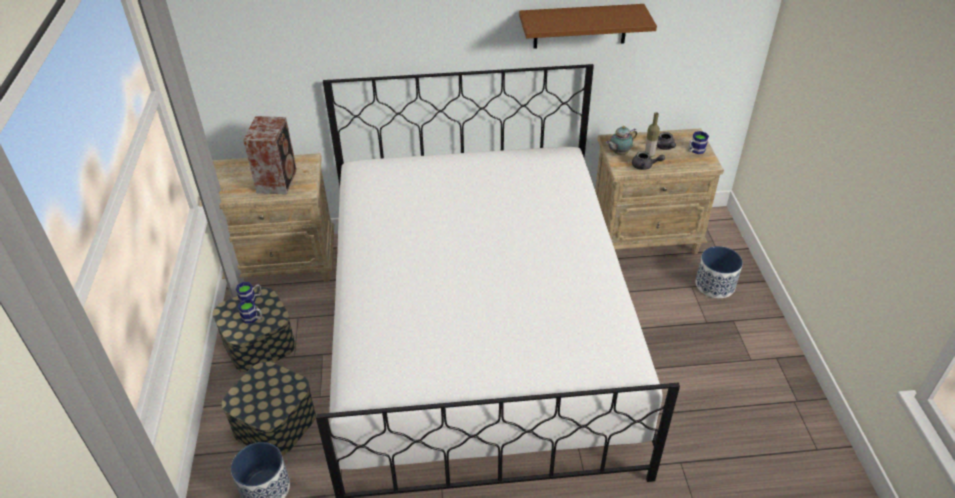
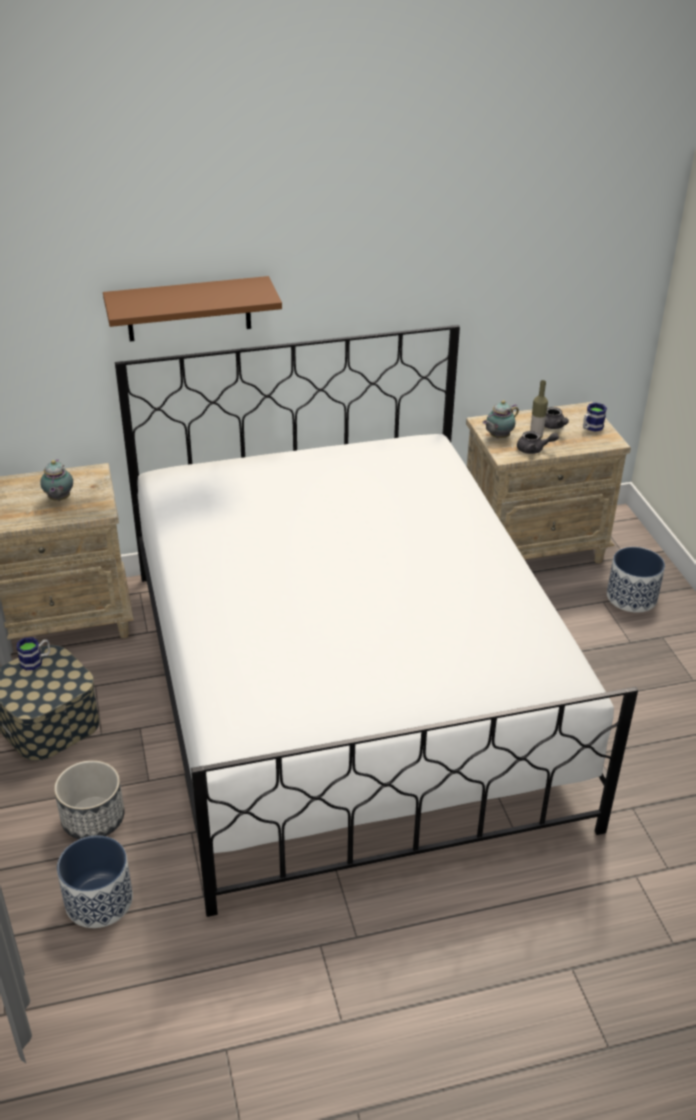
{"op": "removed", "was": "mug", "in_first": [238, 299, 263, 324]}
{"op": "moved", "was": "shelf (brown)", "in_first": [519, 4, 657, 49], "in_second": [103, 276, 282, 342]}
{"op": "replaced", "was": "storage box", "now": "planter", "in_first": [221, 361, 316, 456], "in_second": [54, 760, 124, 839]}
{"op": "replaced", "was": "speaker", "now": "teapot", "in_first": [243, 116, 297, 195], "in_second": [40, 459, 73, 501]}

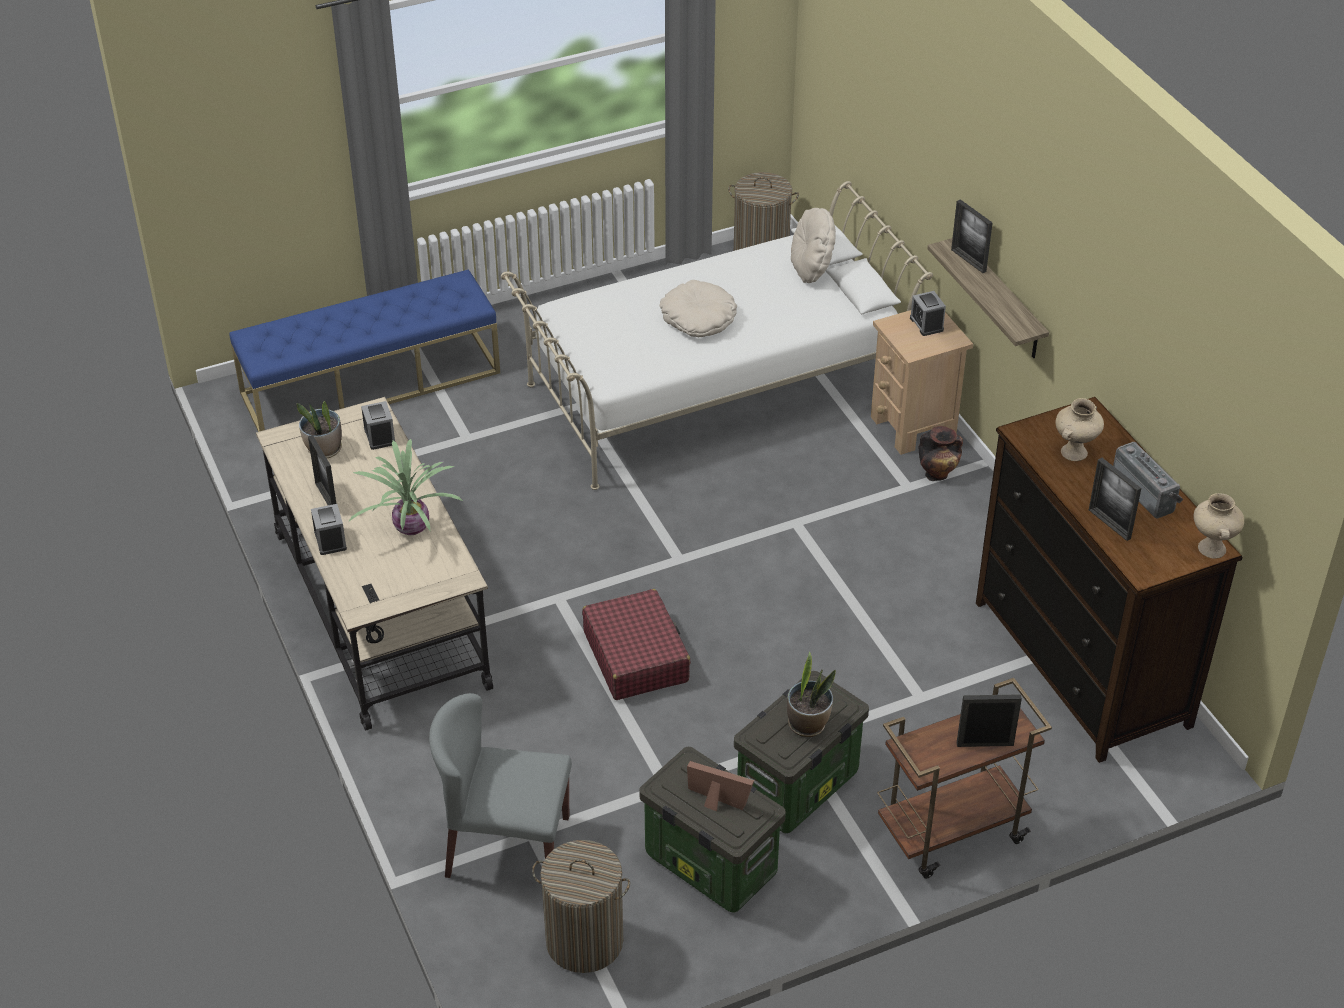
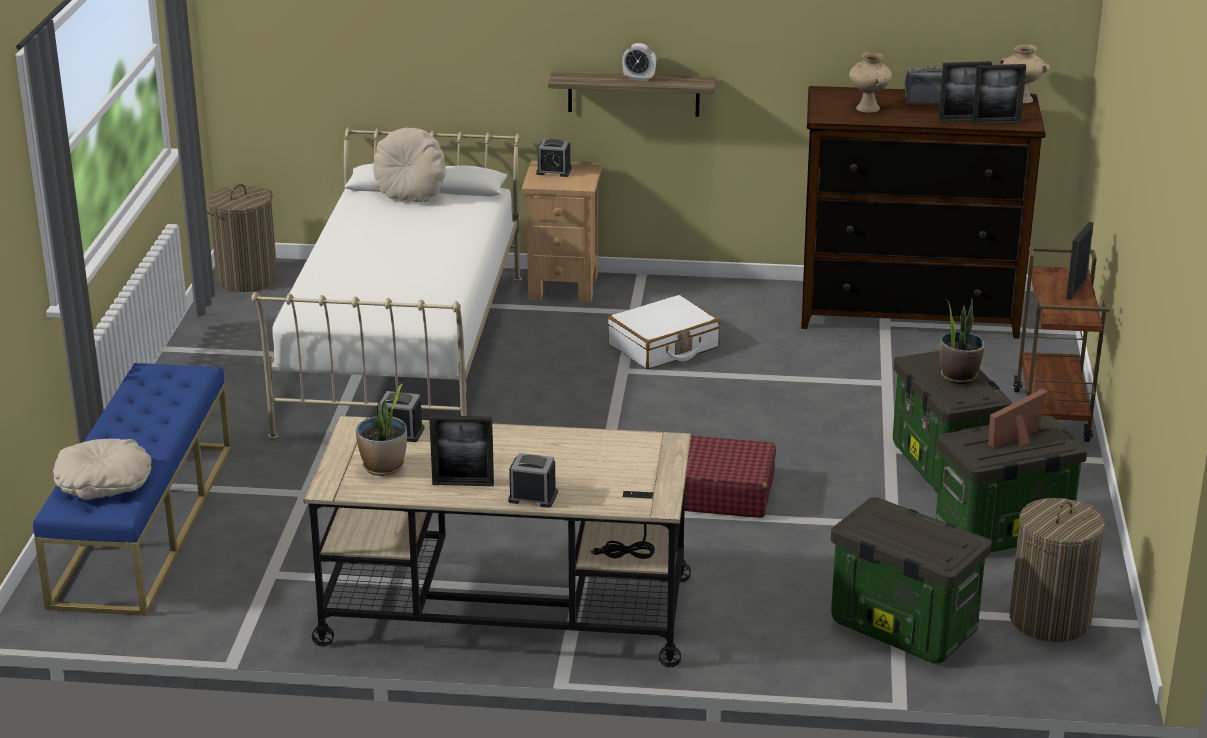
{"op": "removed", "was": "potted plant", "in_first": [348, 439, 463, 535]}
{"op": "removed", "was": "vase", "in_first": [919, 426, 963, 481]}
{"op": "added", "now": "suitcase (white)", "in_second": [608, 295, 720, 369]}
{"op": "added", "now": "alarm clock", "in_second": [622, 43, 656, 81]}
{"op": "moved", "was": "pillow (beige)", "in_first": [660, 280, 737, 337], "in_second": [53, 439, 152, 500]}
{"op": "moved", "was": "picture frame", "in_first": [951, 199, 993, 273], "in_second": [972, 64, 1026, 125]}
{"op": "replaced", "was": "chair (grey)", "now": "storage box", "in_first": [429, 693, 572, 878], "in_second": [831, 497, 992, 664]}

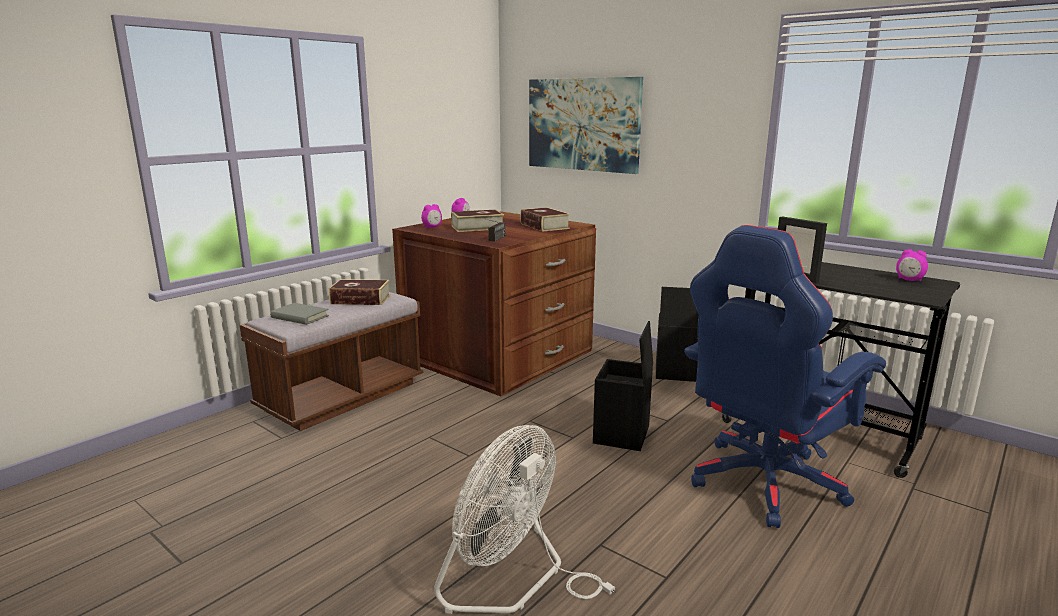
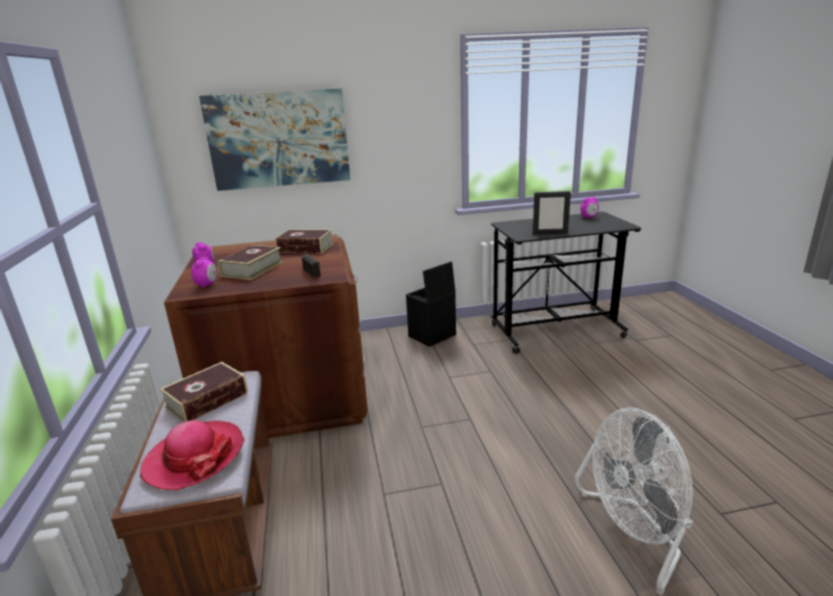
{"op": "removed", "was": "storage box (black)", "in_first": [593, 321, 653, 451]}
{"op": "removed", "was": "office chair (blue)", "in_first": [684, 225, 886, 528]}
{"op": "replaced", "was": "book (grey)", "now": "hat", "in_first": [270, 303, 329, 325], "in_second": [140, 420, 245, 490]}

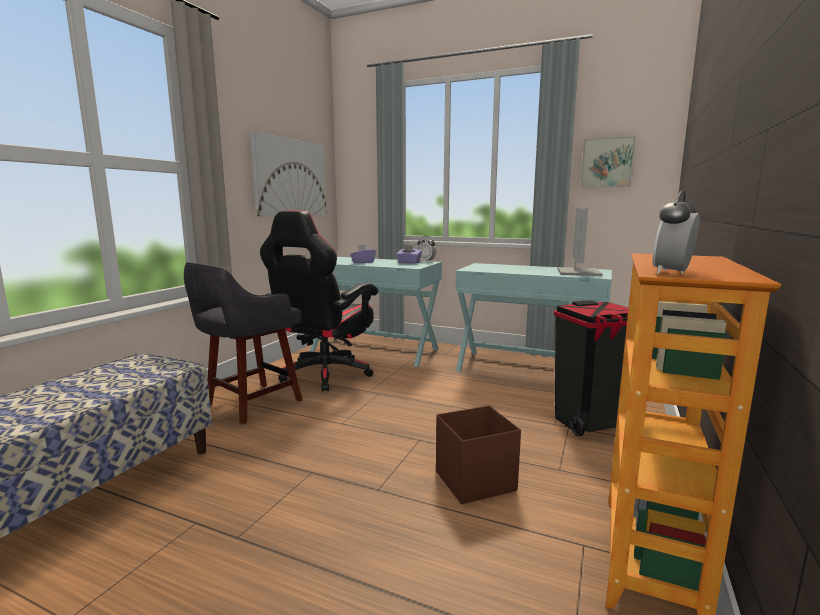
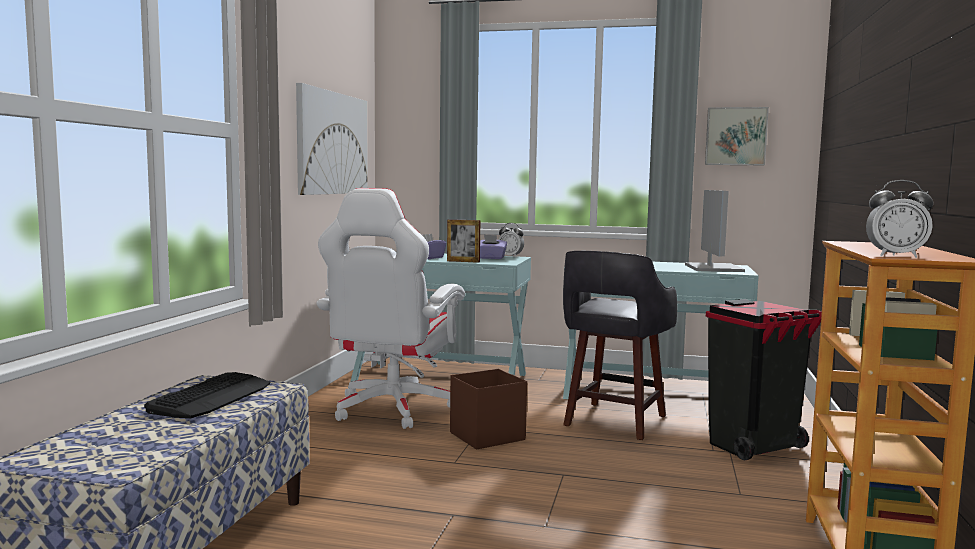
{"op": "added", "now": "keyboard", "in_second": [144, 372, 270, 418]}
{"op": "added", "now": "picture frame", "in_second": [447, 219, 480, 263]}
{"op": "moved", "was": "stool (grey)", "in_first": [184, 262, 303, 425], "in_second": [563, 251, 677, 440]}
{"op": "moved", "was": "storage box (brown)", "in_first": [436, 406, 521, 504], "in_second": [450, 369, 527, 450]}
{"op": "recoloured", "was": "office chair (black)", "now": "office chair (white)", "in_first": [260, 210, 378, 392], "in_second": [317, 188, 465, 429]}
{"op": "turned", "was": "alarm clock", "in_first": [653, 190, 700, 274], "in_second": [866, 180, 934, 258], "clockwise": -105}

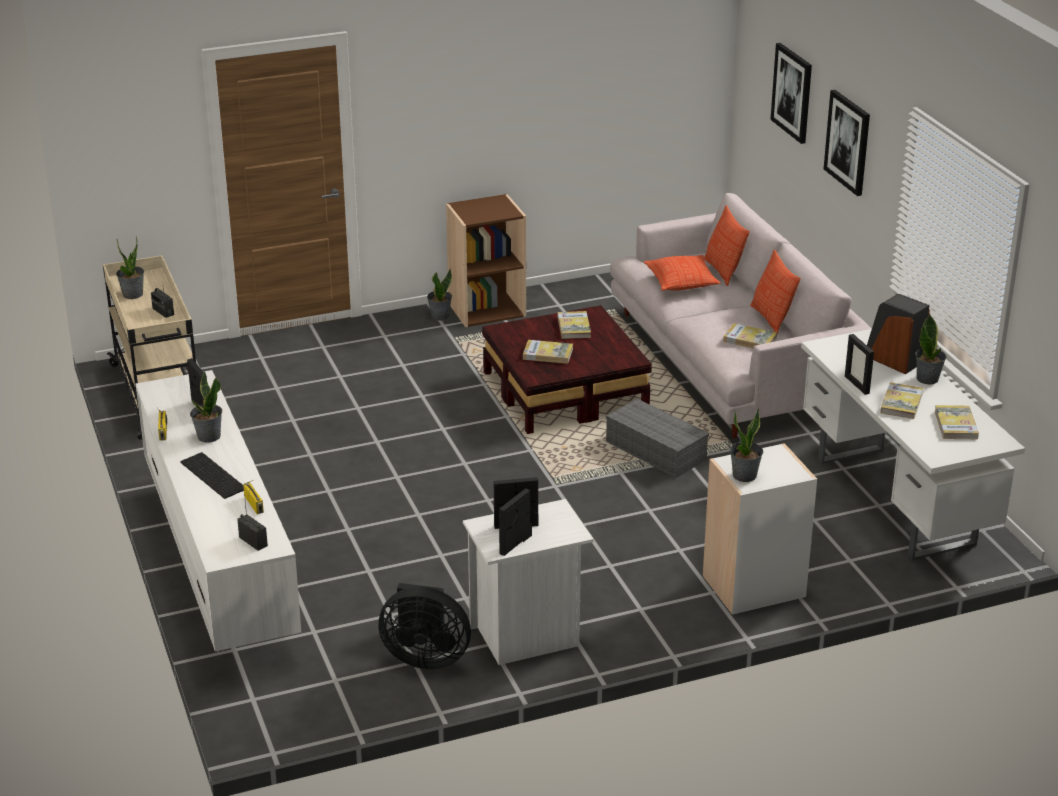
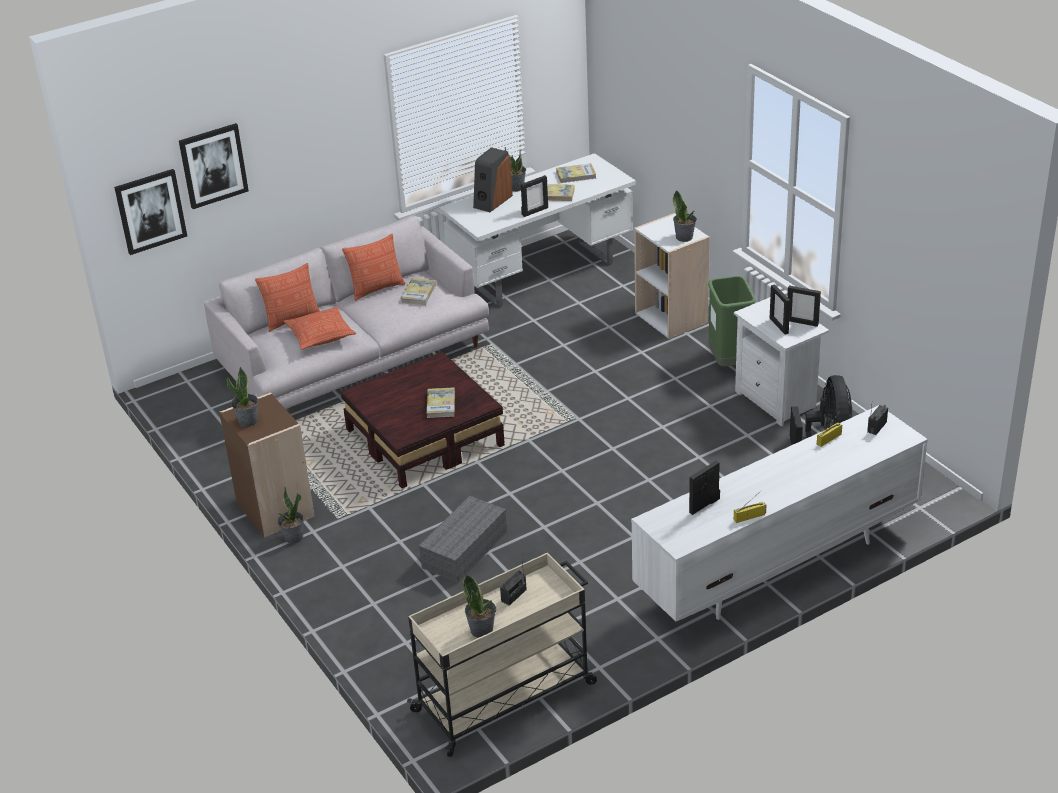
{"op": "removed", "was": "keyboard", "in_first": [180, 452, 244, 499]}
{"op": "removed", "was": "book", "in_first": [558, 311, 591, 339]}
{"op": "added", "now": "trash can (green)", "in_second": [708, 276, 756, 367]}
{"op": "moved", "was": "potted plant", "in_first": [190, 371, 222, 443], "in_second": [227, 366, 258, 427]}
{"op": "moved", "was": "storage box (grey)", "in_first": [606, 399, 709, 478], "in_second": [419, 496, 507, 583]}
{"op": "moved", "was": "picture", "in_first": [824, 90, 870, 196], "in_second": [114, 169, 187, 255]}

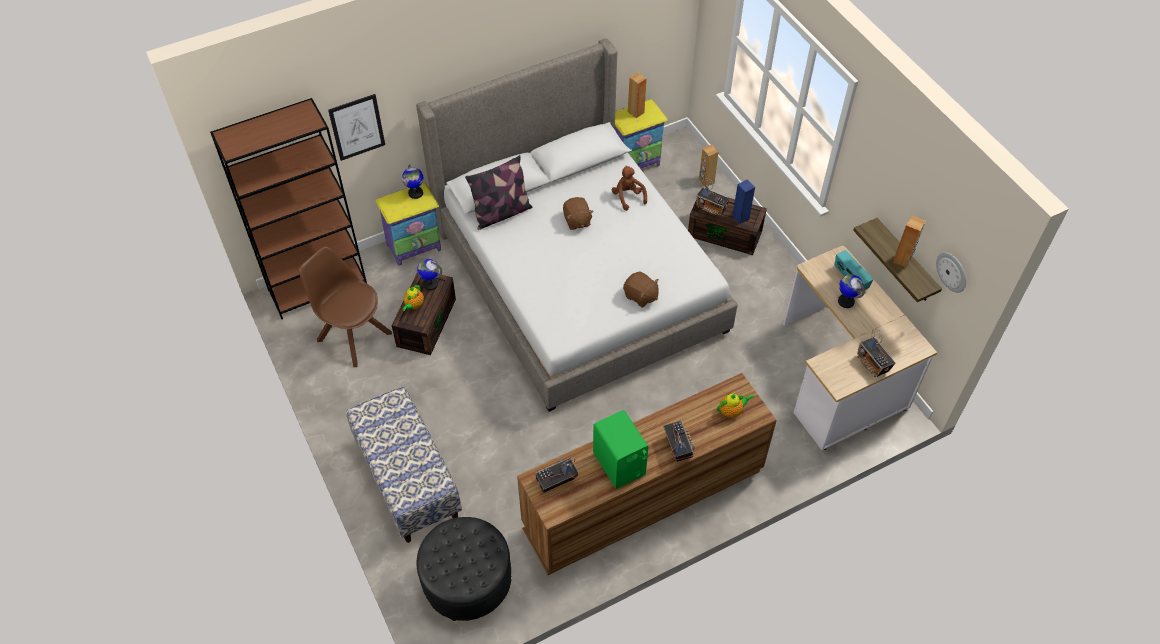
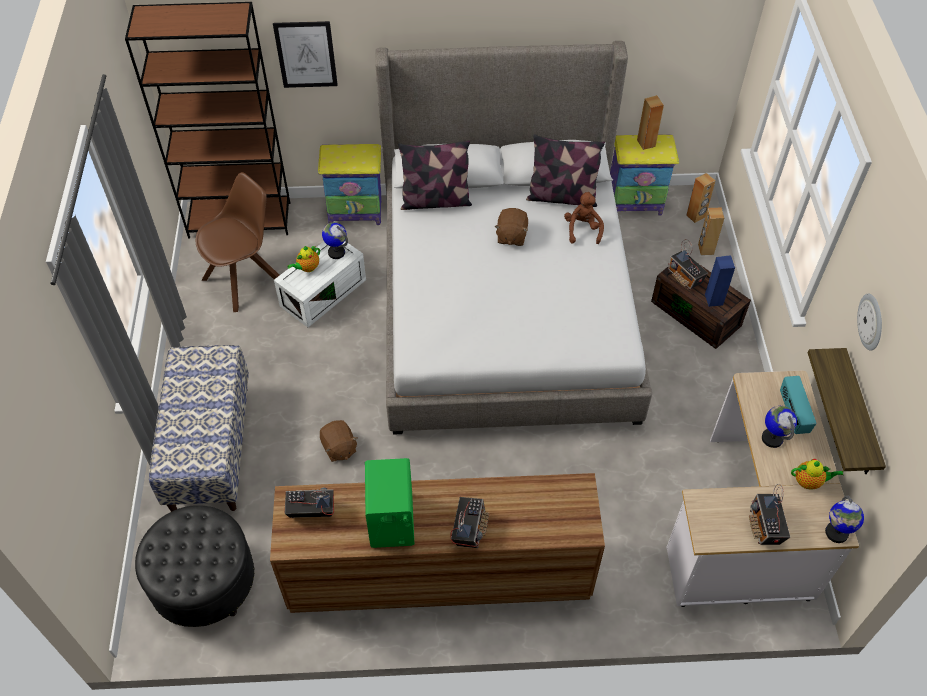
{"op": "added", "now": "pillow", "in_second": [526, 134, 605, 207]}
{"op": "moved", "was": "globe", "in_first": [402, 164, 423, 199], "in_second": [825, 495, 864, 543]}
{"op": "moved", "was": "plush toy (brown)", "in_first": [623, 272, 659, 308], "in_second": [320, 420, 357, 462]}
{"op": "moved", "was": "teapot", "in_first": [717, 393, 754, 418], "in_second": [791, 459, 843, 490]}
{"op": "moved", "was": "speaker (brown)", "in_first": [893, 216, 925, 268], "in_second": [687, 173, 716, 223]}
{"op": "moved", "was": "wall clock", "in_first": [936, 252, 966, 293], "in_second": [857, 294, 882, 351]}
{"op": "recoloured", "was": "storage box (brown)", "now": "storage box (white)", "in_first": [392, 272, 456, 355], "in_second": [274, 241, 366, 327]}
{"op": "turned", "was": "chair (brown)", "in_first": [299, 246, 392, 367], "in_second": [196, 172, 280, 312], "clockwise": 75}

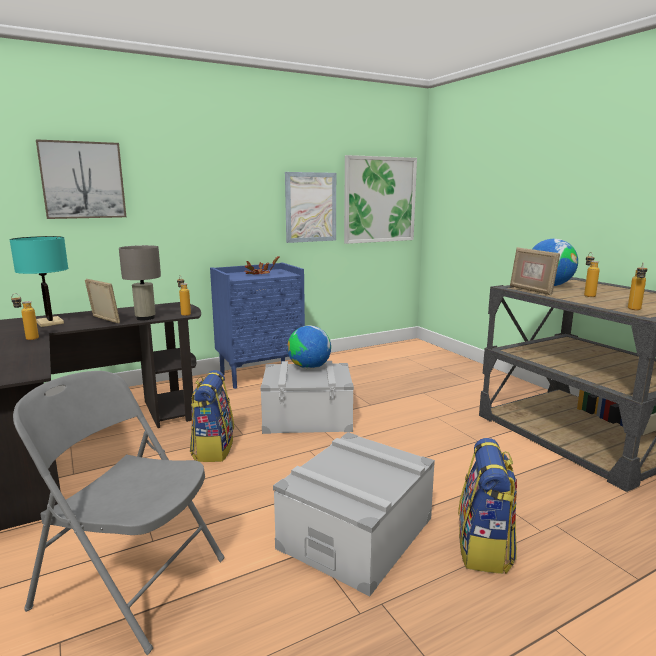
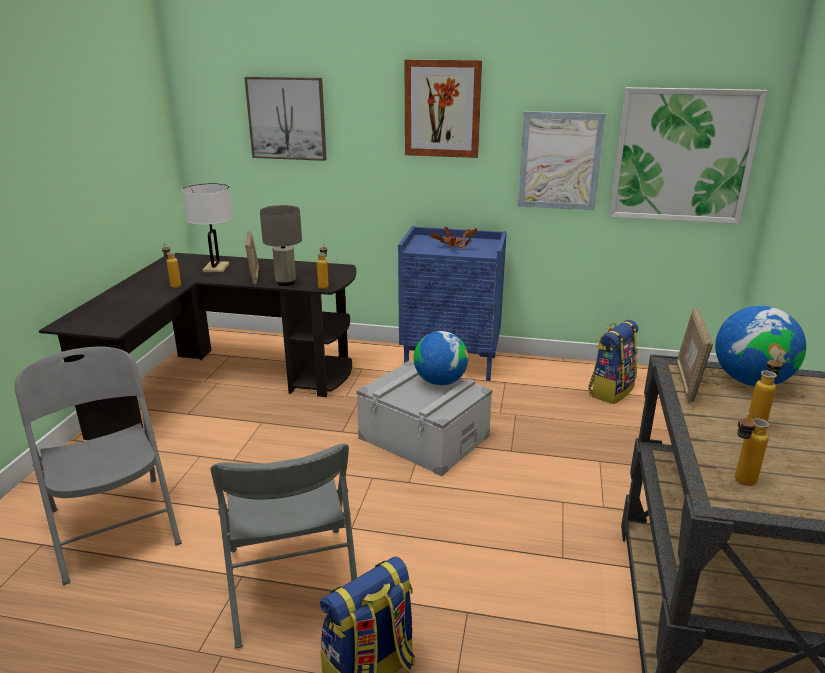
{"op": "added", "now": "picture", "in_second": [405, 60, 482, 158]}
{"op": "moved", "was": "backpack", "in_first": [190, 370, 234, 462], "in_second": [589, 320, 638, 404]}
{"op": "replaced", "was": "storage box (grey)", "now": "chair (grey)", "in_first": [273, 432, 435, 597], "in_second": [211, 444, 357, 649]}
{"op": "recoloured", "was": "table lamp (turquoise)", "now": "table lamp (white)", "in_first": [9, 236, 68, 327], "in_second": [182, 183, 233, 272]}

